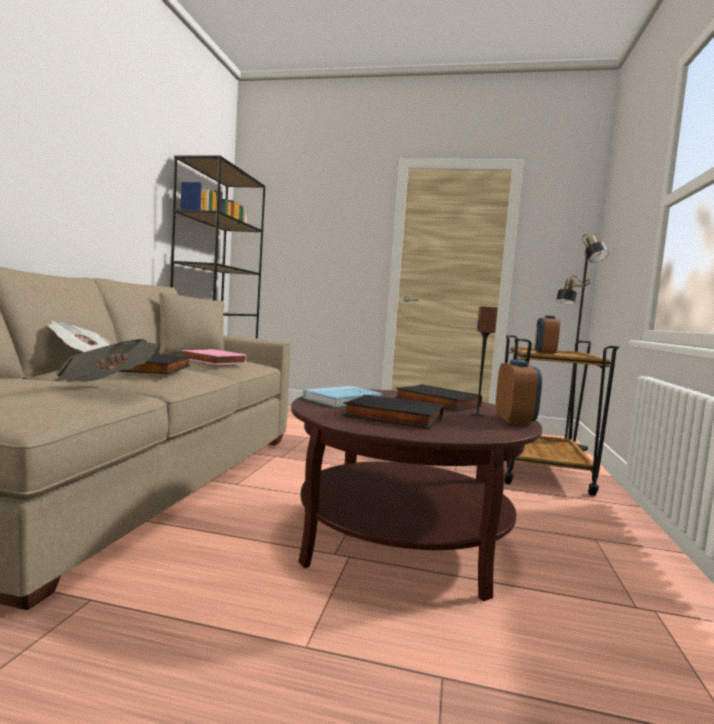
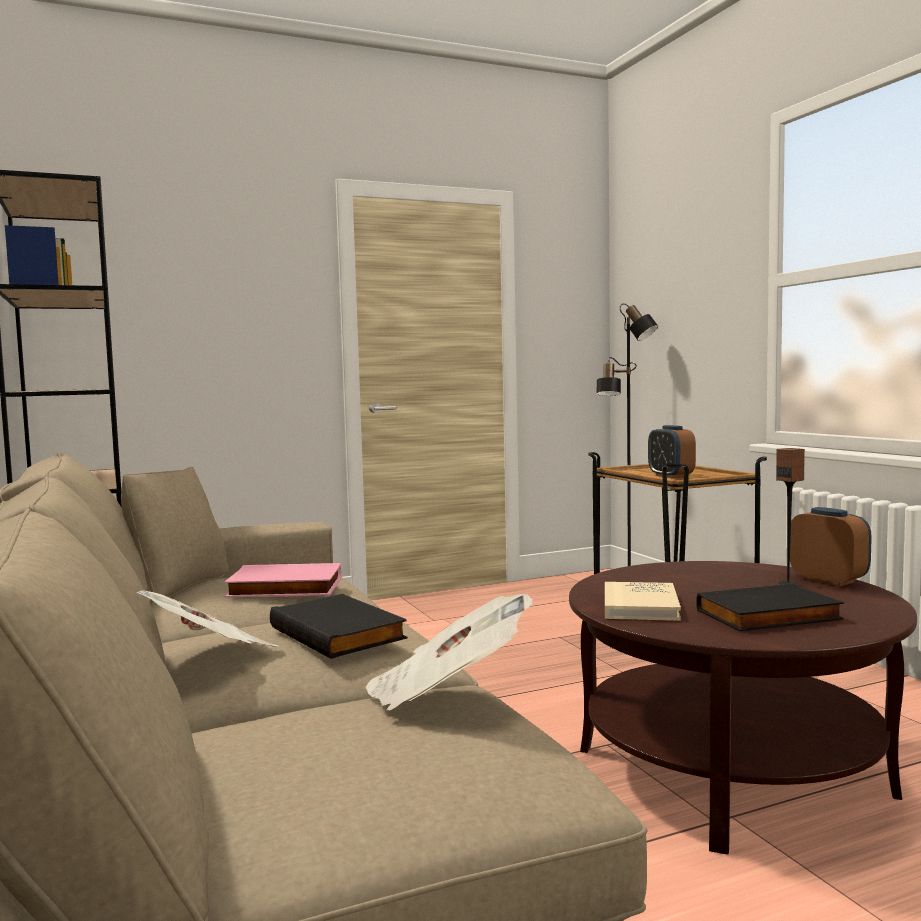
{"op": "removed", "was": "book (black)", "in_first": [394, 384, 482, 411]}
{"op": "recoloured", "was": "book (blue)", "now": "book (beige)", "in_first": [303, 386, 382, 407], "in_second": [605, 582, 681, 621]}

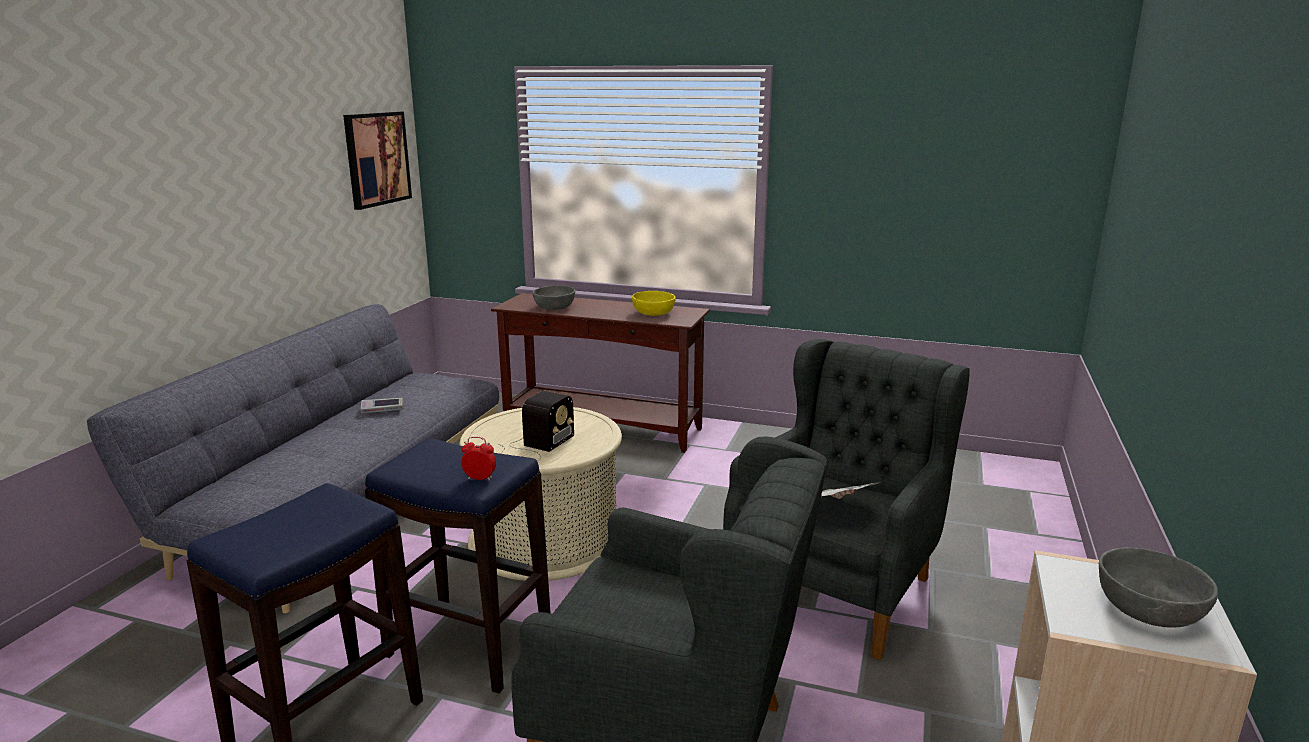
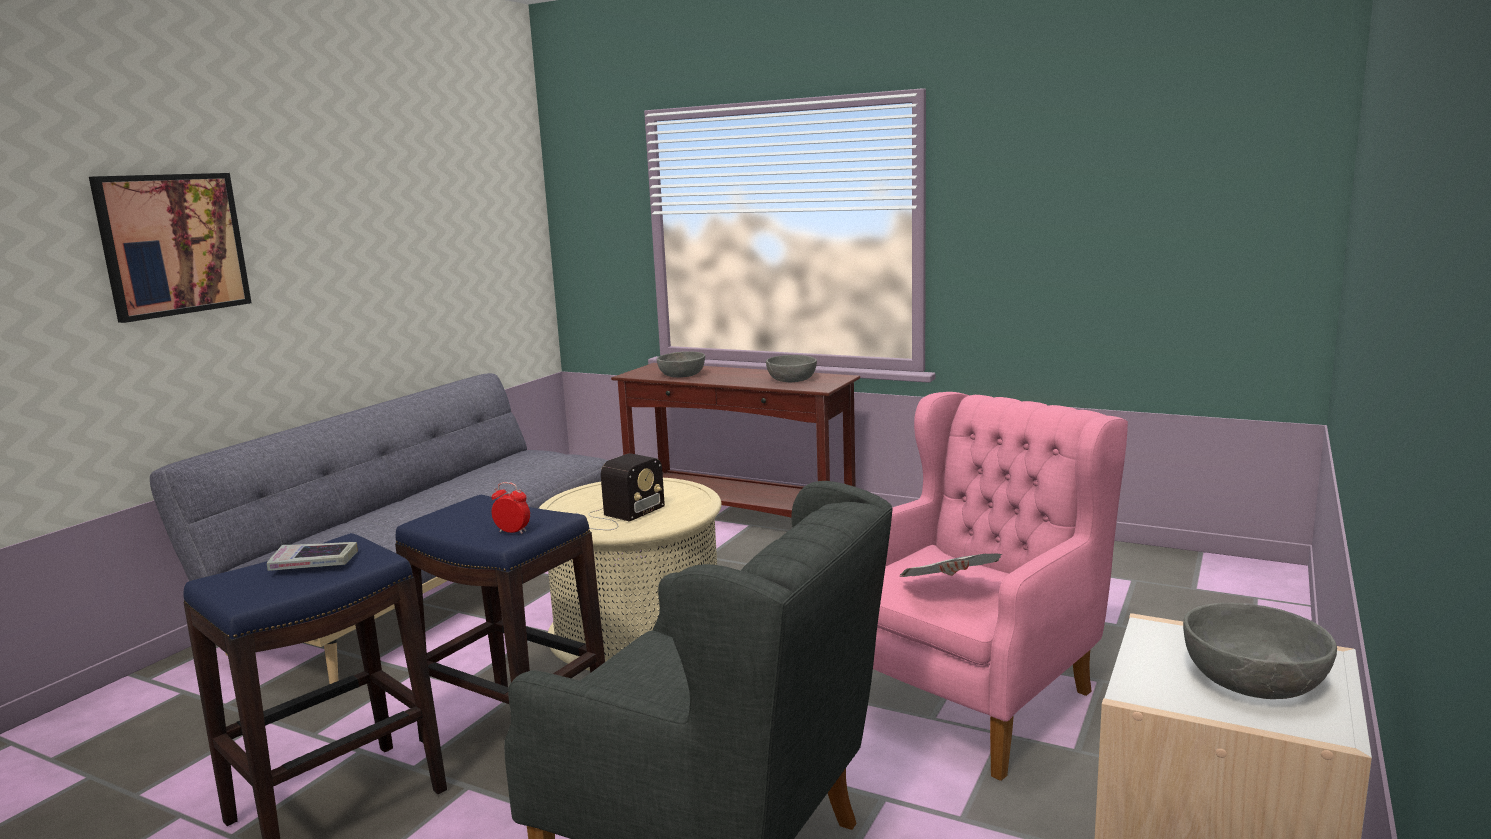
{"op": "moved", "was": "picture", "in_first": [343, 112, 412, 210], "in_second": [89, 173, 251, 323]}
{"op": "moved", "was": "book", "in_first": [361, 398, 403, 414], "in_second": [267, 542, 358, 571]}
{"op": "recoloured", "was": "bowl (yellow)", "now": "bowl (grey)", "in_first": [632, 291, 676, 316], "in_second": [766, 355, 817, 382]}
{"op": "recoloured", "was": "armchair (grey)", "now": "armchair (pink)", "in_first": [723, 339, 970, 660], "in_second": [873, 392, 1128, 781]}

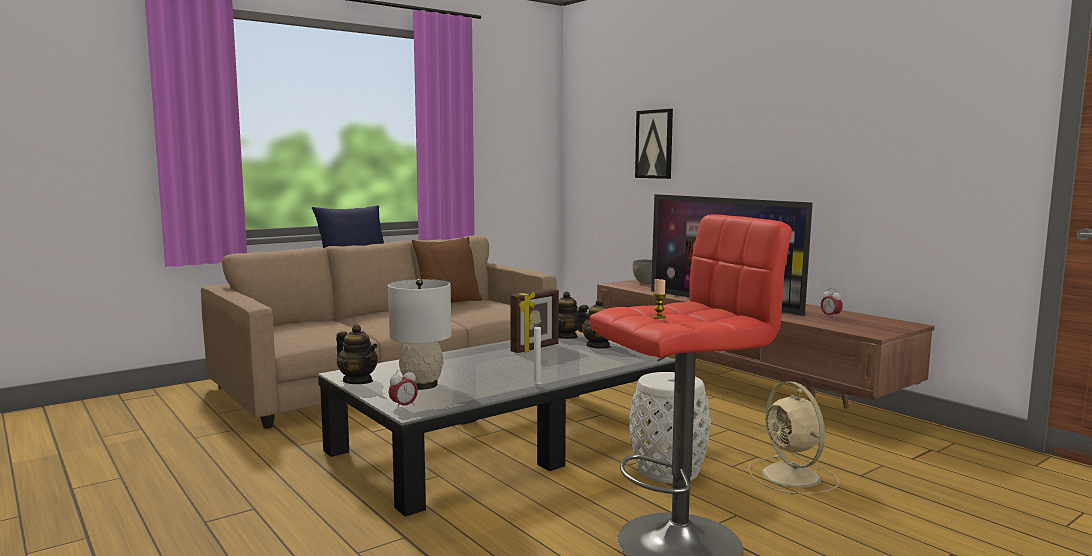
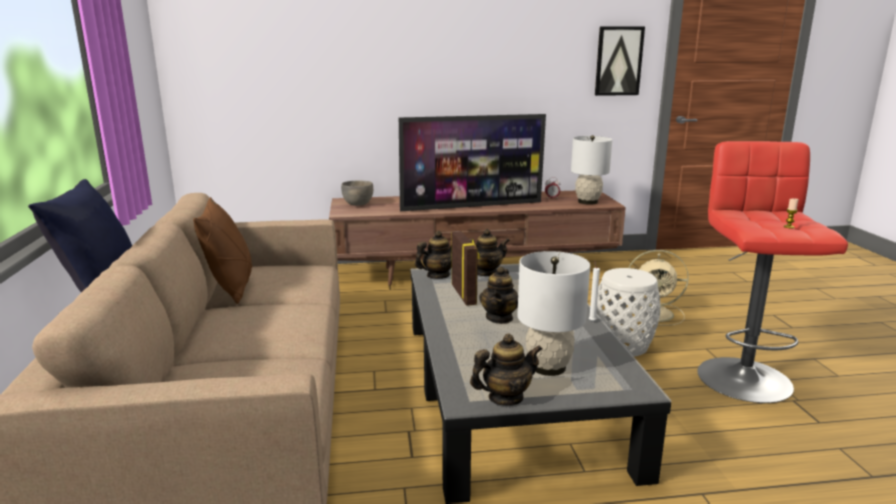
{"op": "removed", "was": "alarm clock", "in_first": [389, 368, 418, 410]}
{"op": "added", "now": "teapot", "in_second": [479, 266, 518, 324]}
{"op": "added", "now": "table lamp (white)", "in_second": [571, 135, 612, 205]}
{"op": "moved", "was": "picture", "in_first": [635, 109, 673, 179], "in_second": [595, 26, 645, 96]}

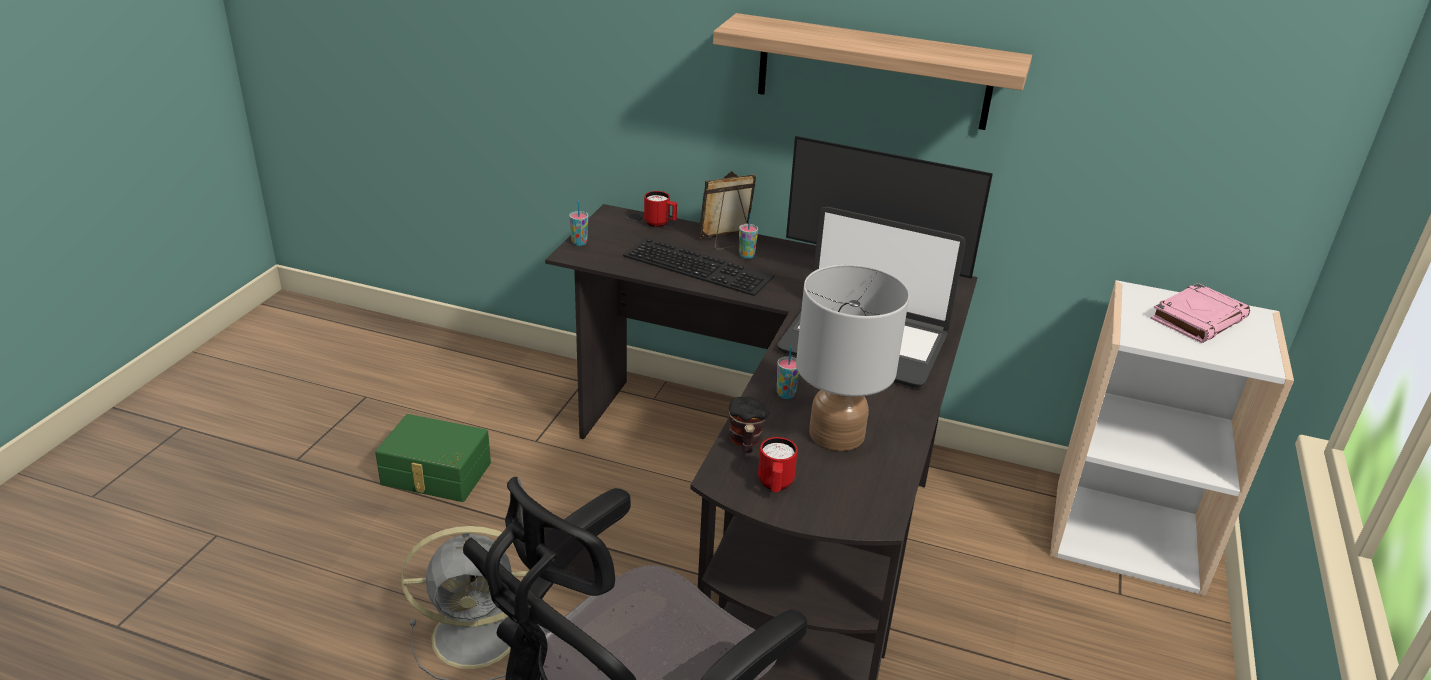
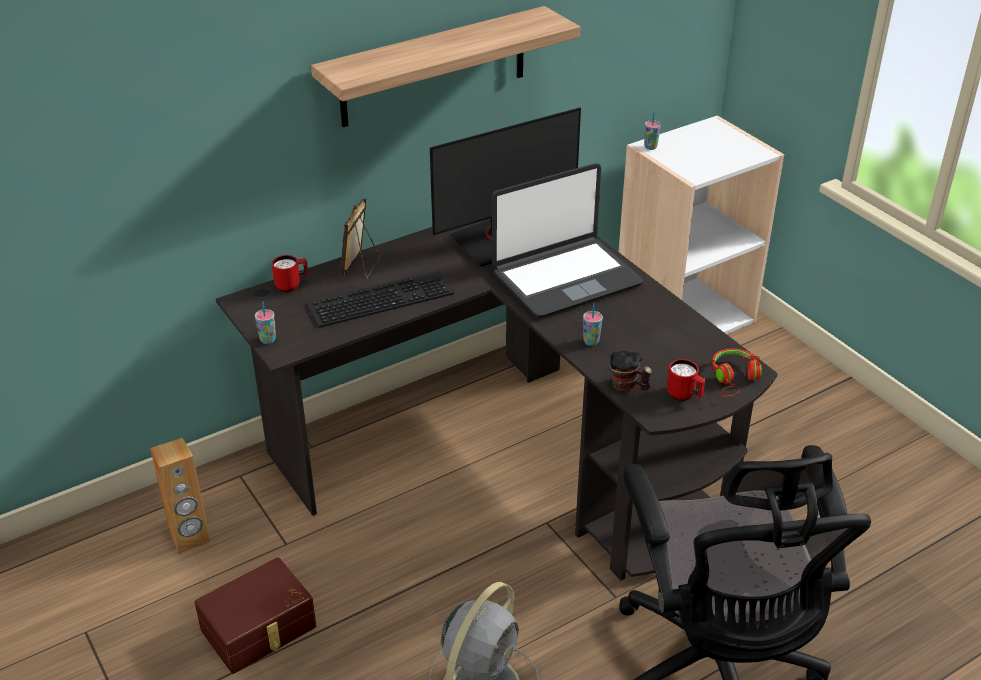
{"op": "removed", "was": "table lamp (grey)", "in_first": [796, 264, 909, 451]}
{"op": "removed", "was": "book (pink)", "in_first": [1150, 283, 1250, 343]}
{"op": "added", "now": "speaker (brown)", "in_second": [150, 438, 211, 554]}
{"op": "added", "now": "headphones (red)", "in_second": [712, 349, 762, 397]}
{"op": "moved", "was": "cup", "in_first": [739, 214, 758, 259], "in_second": [644, 112, 661, 150]}
{"op": "recoloured", "was": "storage box (green)", "now": "storage box (brown)", "in_first": [375, 414, 491, 502], "in_second": [194, 557, 316, 674]}

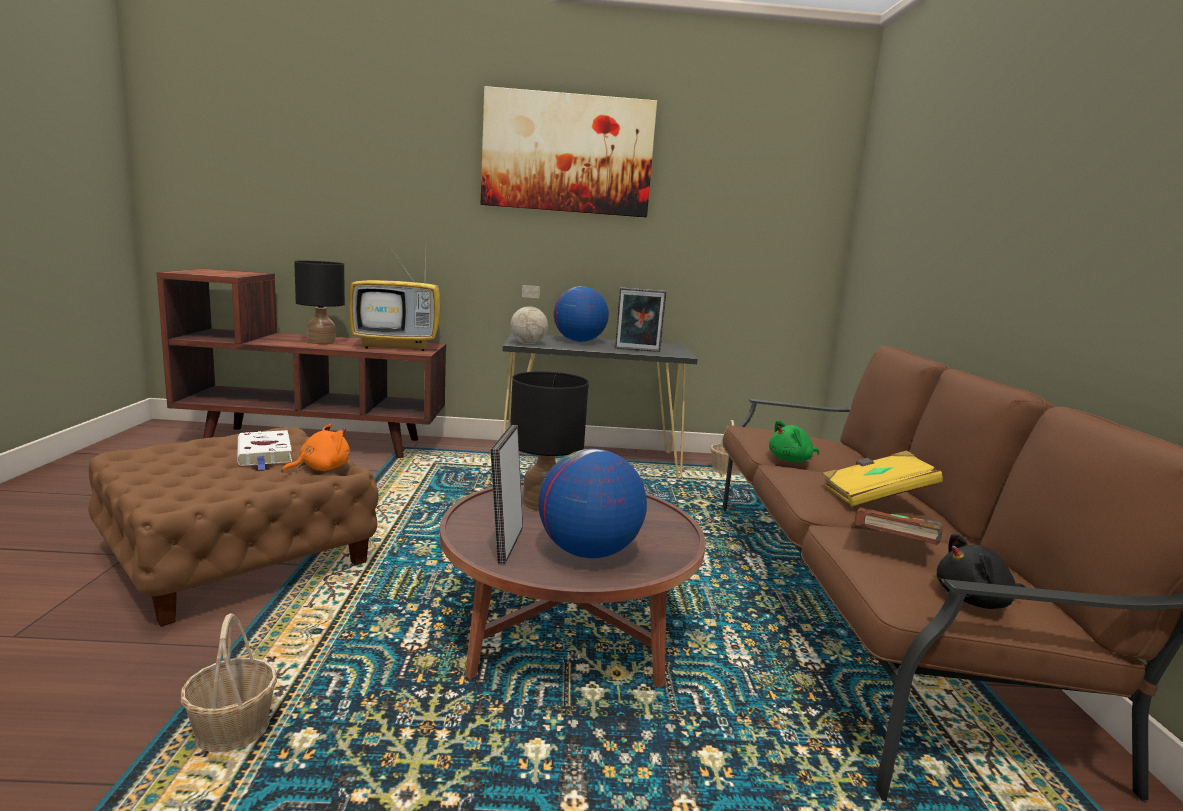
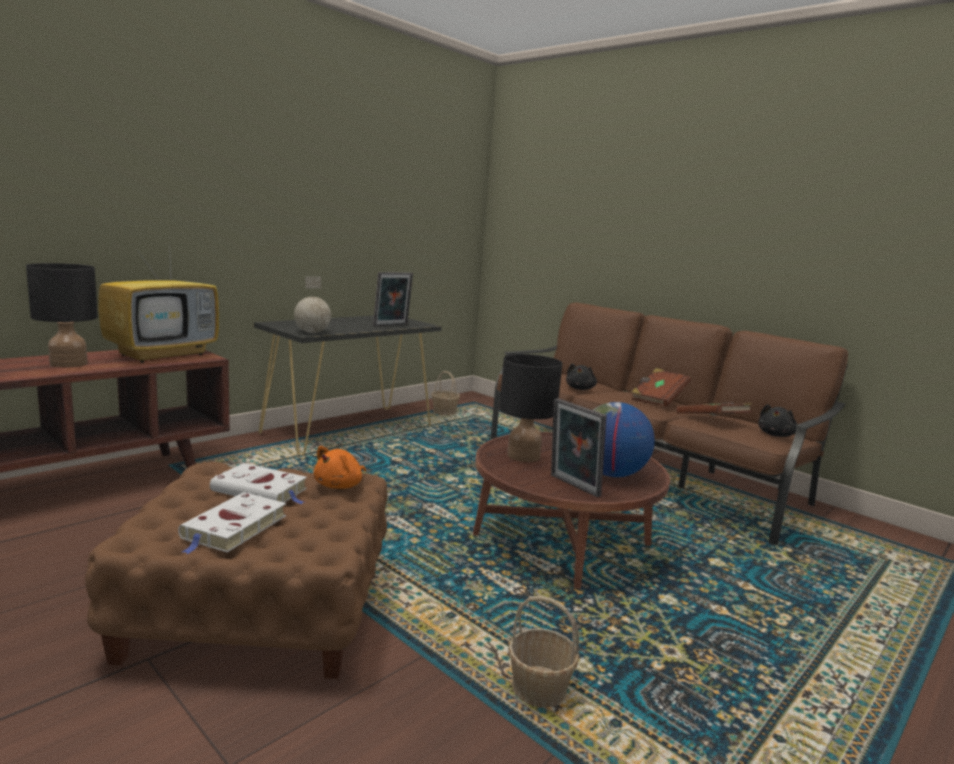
{"op": "removed", "was": "picture", "in_first": [481, 86, 657, 217]}
{"op": "removed", "was": "globe", "in_first": [554, 286, 609, 342]}
{"op": "added", "now": "book (white)", "in_second": [178, 492, 286, 554]}
{"op": "recoloured", "was": "plush toy (green)", "now": "plush toy (black)", "in_first": [769, 420, 820, 462], "in_second": [566, 363, 597, 390]}
{"op": "recoloured", "was": "book (yellow)", "now": "book (brown)", "in_first": [822, 450, 943, 506], "in_second": [631, 368, 691, 407]}
{"op": "turned", "was": "plush toy (orange)", "in_first": [281, 424, 350, 473], "in_second": [314, 446, 366, 489], "clockwise": -150}

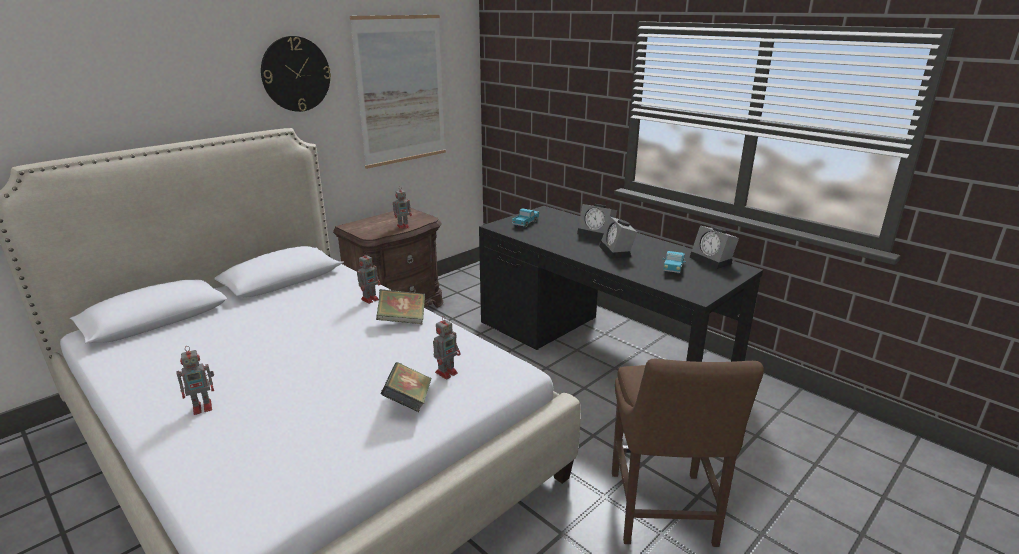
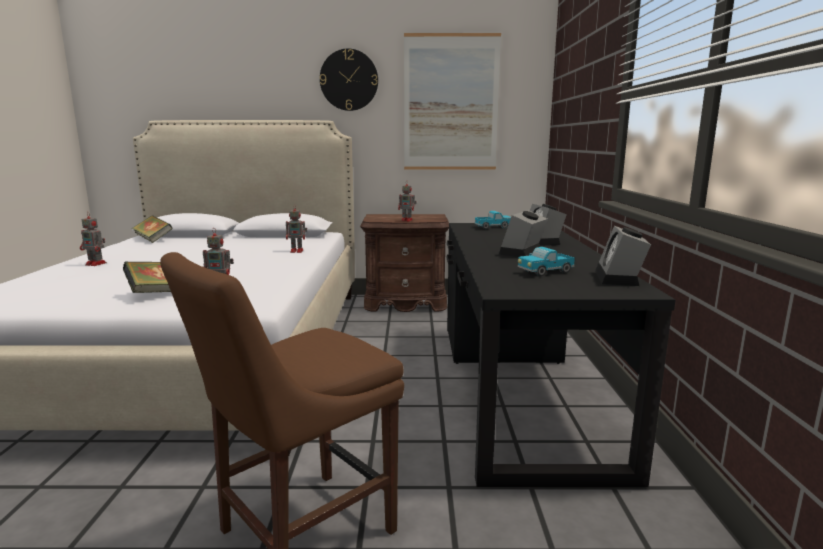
{"op": "moved", "was": "book", "in_first": [376, 289, 425, 324], "in_second": [132, 215, 173, 243]}

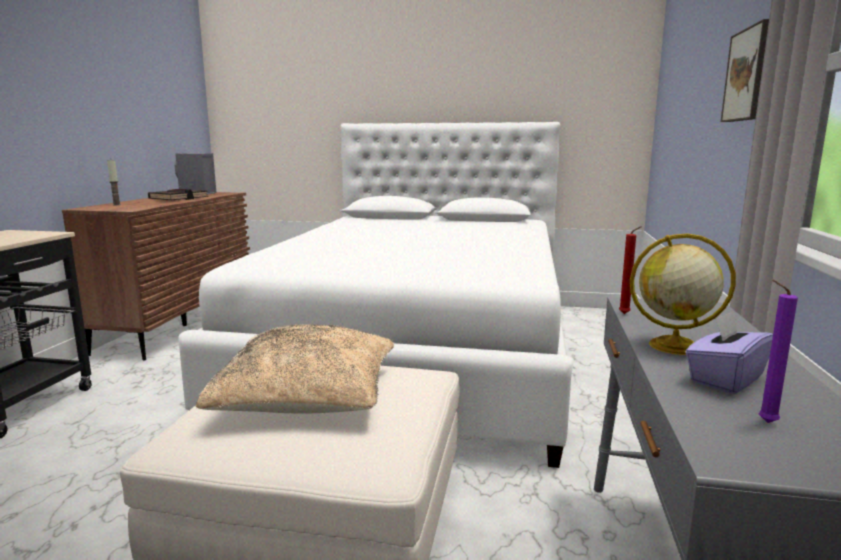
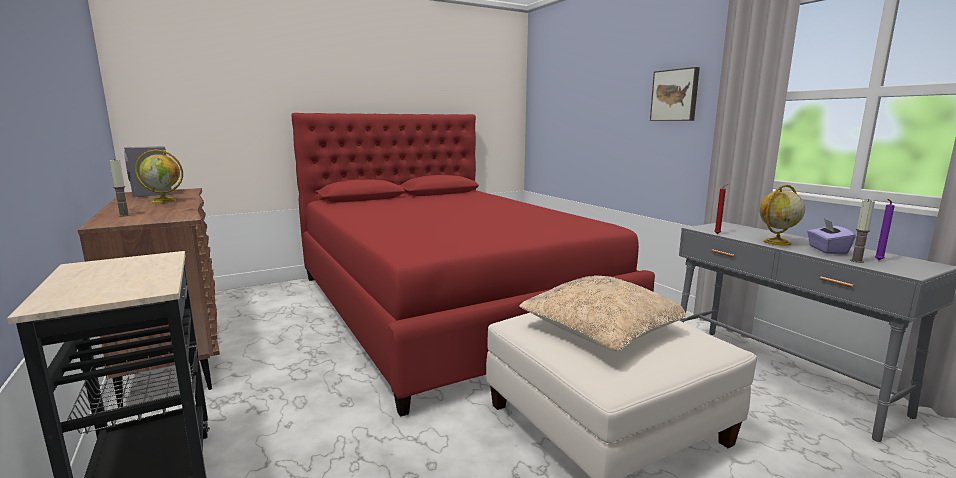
{"op": "added", "now": "candle", "in_second": [850, 200, 875, 263]}
{"op": "replaced", "was": "book (black)", "now": "globe", "in_first": [148, 189, 208, 200], "in_second": [135, 150, 183, 203]}
{"op": "recoloured", "was": "bed (white)", "now": "bed (red)", "in_first": [178, 122, 574, 468], "in_second": [292, 113, 655, 417]}

